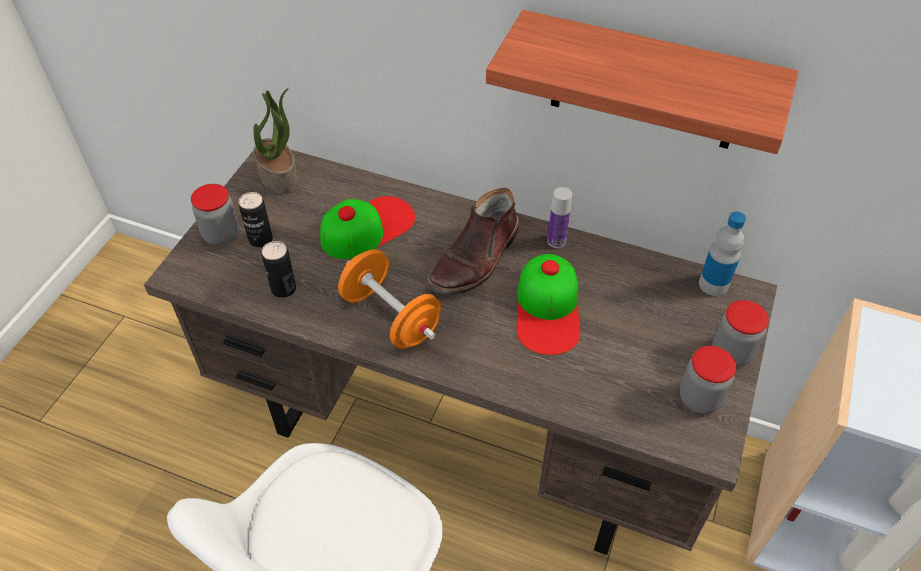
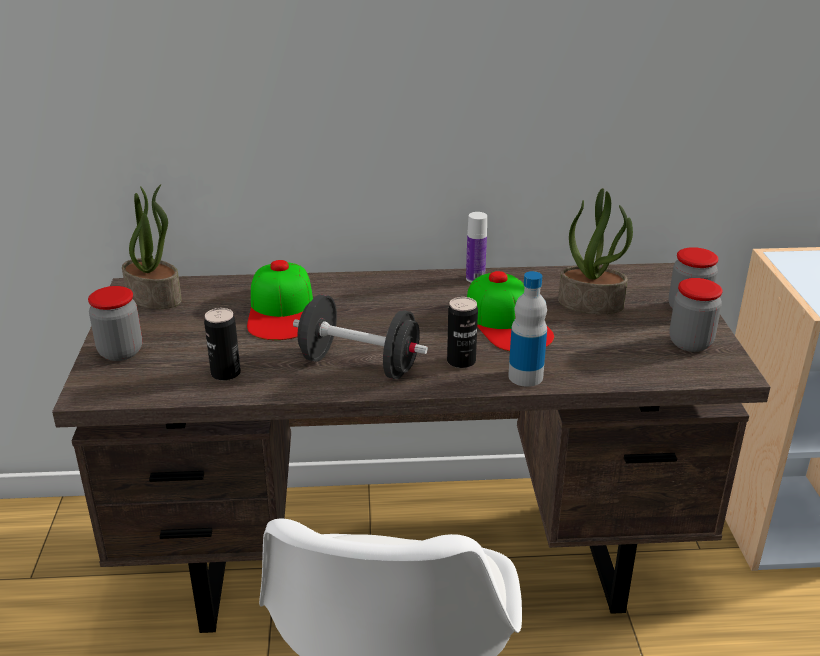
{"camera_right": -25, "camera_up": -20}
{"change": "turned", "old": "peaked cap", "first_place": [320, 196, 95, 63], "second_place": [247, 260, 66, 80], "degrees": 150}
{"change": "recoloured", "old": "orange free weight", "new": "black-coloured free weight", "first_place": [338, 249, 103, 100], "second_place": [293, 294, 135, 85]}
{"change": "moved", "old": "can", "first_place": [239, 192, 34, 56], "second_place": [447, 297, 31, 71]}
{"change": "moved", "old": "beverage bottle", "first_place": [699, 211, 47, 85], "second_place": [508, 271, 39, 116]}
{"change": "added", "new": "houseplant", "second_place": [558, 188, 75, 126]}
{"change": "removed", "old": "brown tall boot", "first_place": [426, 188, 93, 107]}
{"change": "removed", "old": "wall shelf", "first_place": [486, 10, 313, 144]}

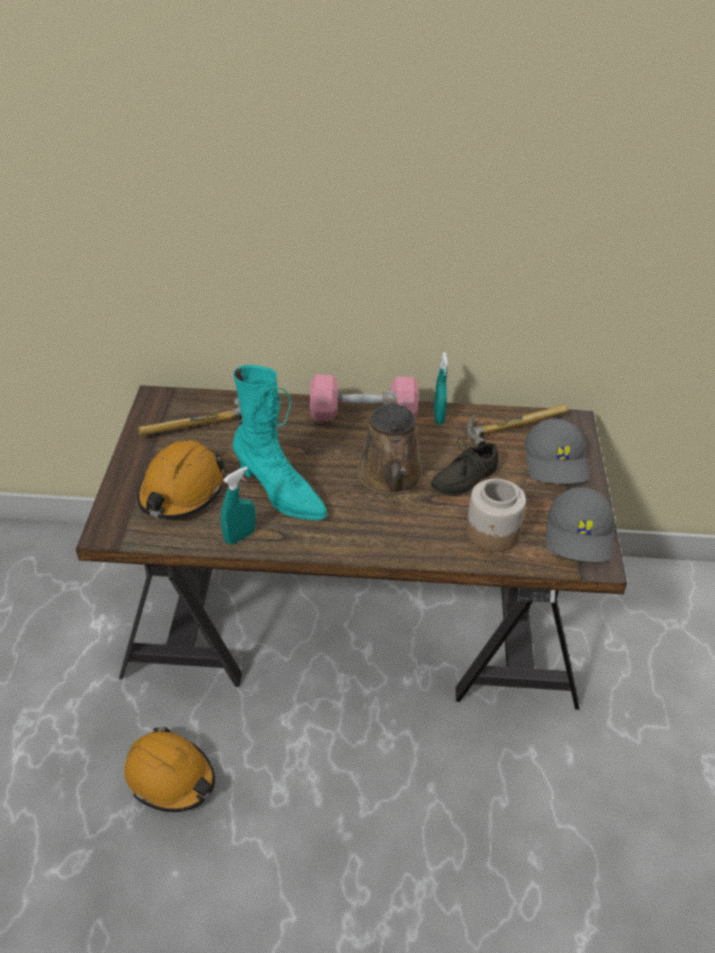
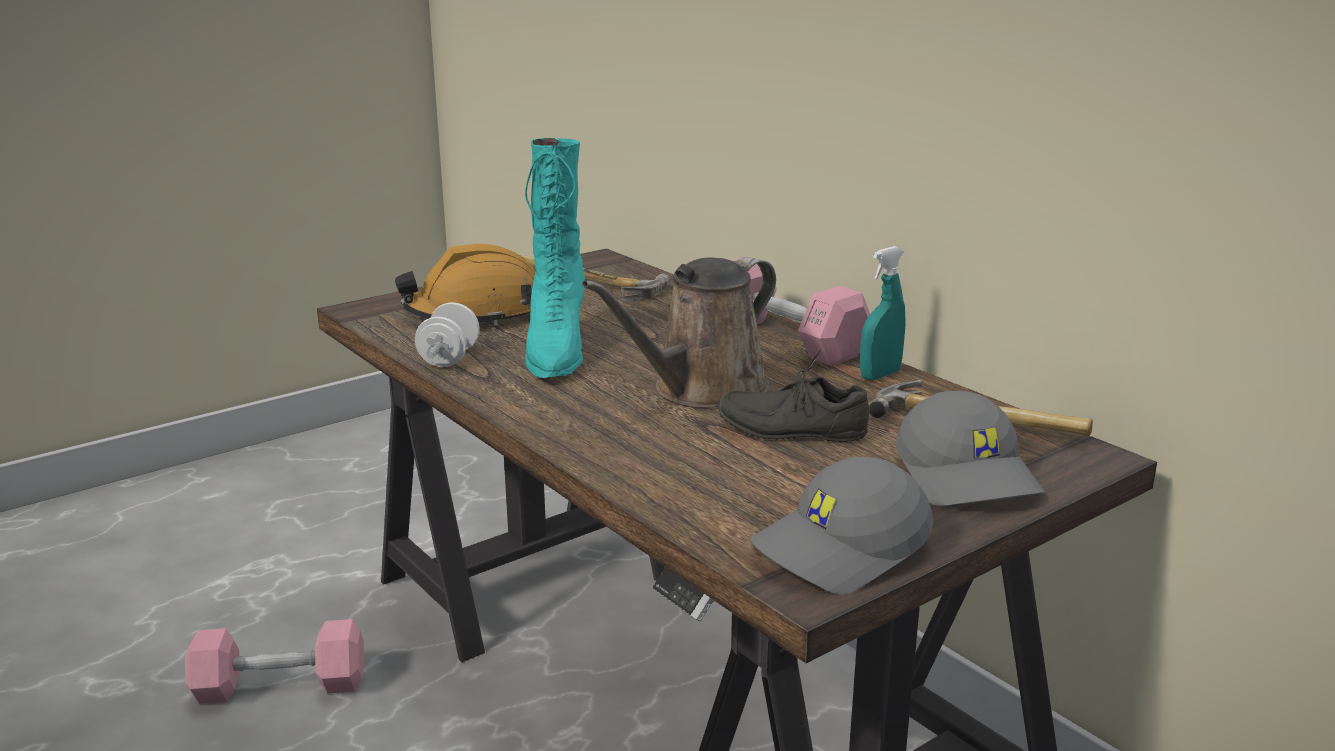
{"camera_right": 50, "camera_up": -20}
{"change": "replaced", "old": "orange work helmet", "new": "pink-coloured free weight", "first_place": [124, 727, 91, 85], "second_place": [185, 619, 179, 85]}
{"change": "replaced", "old": "turquoise-coloured hand sprayer", "new": "white-coloured free weight", "first_place": [221, 466, 35, 78], "second_place": [415, 302, 65, 65]}
{"change": "turned", "old": "greyish peaked cap", "first_place": [525, 418, 65, 66], "second_place": [896, 391, 149, 115], "degrees": -60}
{"change": "removed", "old": "storage jar", "first_place": [466, 479, 60, 73]}

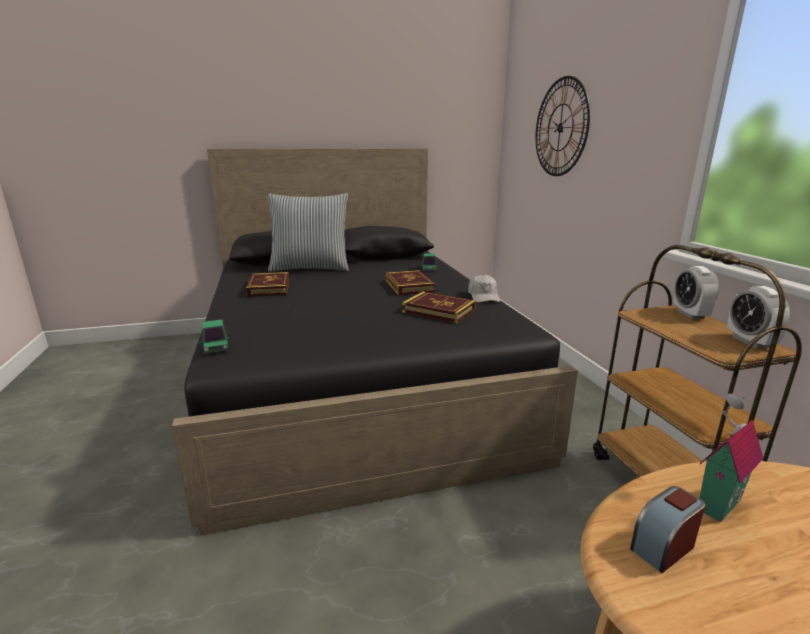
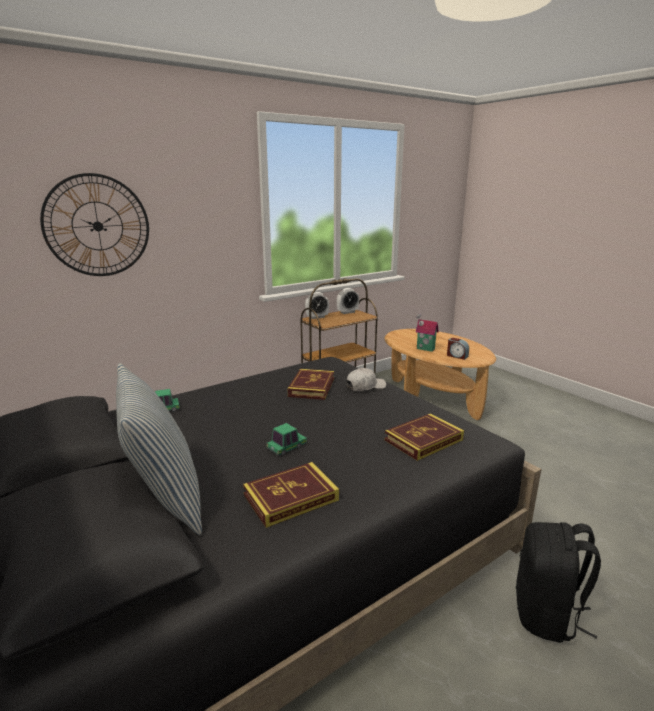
{"camera_right": -110, "camera_up": 0}
{"change": "moved", "old": "model car", "first_place": [201, 319, 28, 34], "second_place": [266, 423, 41, 33]}
{"change": "moved", "old": "white-coloured peaked cap", "first_place": [468, 274, 32, 29], "second_place": [346, 368, 40, 23]}
{"change": "moved", "old": "bound book", "first_place": [386, 270, 49, 25], "second_place": [385, 413, 79, 48]}
{"change": "added", "new": "black-coloured knapsack", "second_place": [516, 522, 85, 121]}

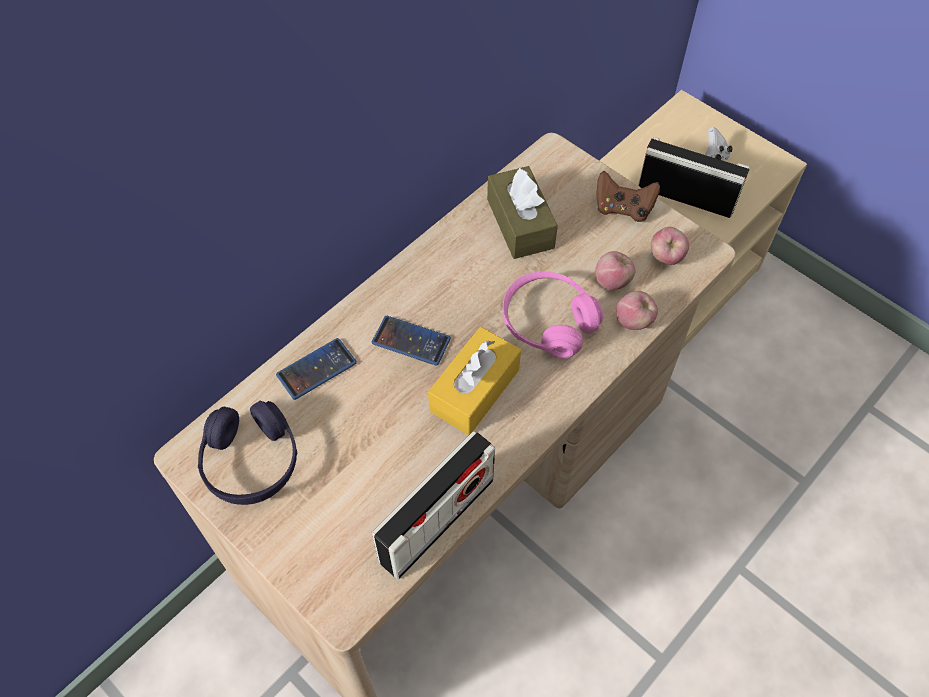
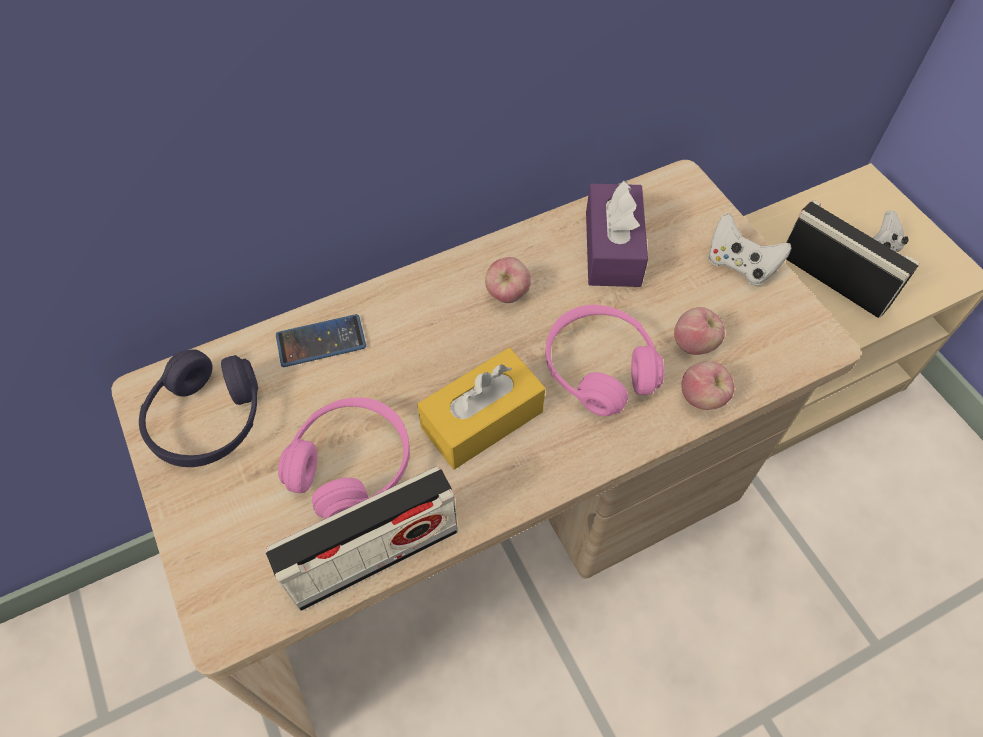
{"camera_right": 20, "camera_up": 0}
{"change": "added", "new": "pink-coloured headset", "second_place": [278, 397, 132, 122]}
{"change": "moved", "old": "apple", "first_place": [651, 227, 38, 38], "second_place": [485, 257, 46, 46]}
{"change": "recoloured", "old": "brown tissue box", "new": "purple tissue box", "first_place": [487, 166, 71, 93], "second_place": [586, 181, 62, 106]}
{"change": "recoloured", "old": "brown joypad", "new": "white-coloured joypad", "first_place": [596, 171, 64, 51], "second_place": [708, 213, 83, 72]}
{"change": "removed", "old": "telephone", "first_place": [372, 316, 79, 49]}

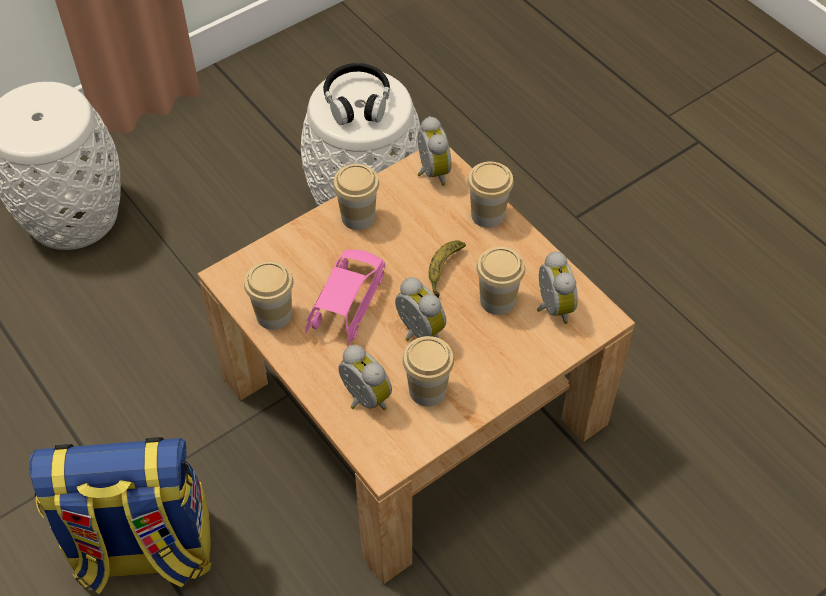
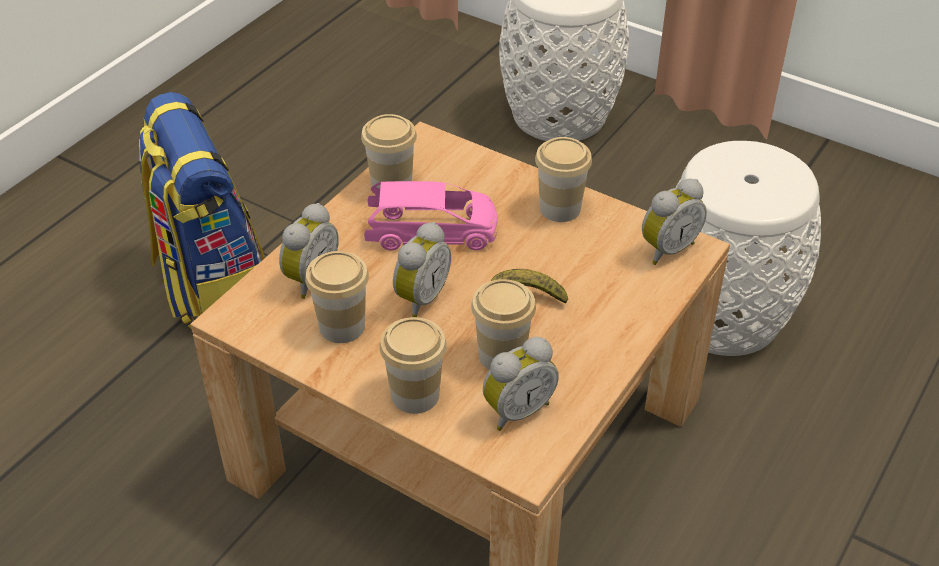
{"camera_right": 70, "camera_up": -10}
{"change": "moved", "old": "drinking cup", "first_place": [467, 162, 47, 66], "second_place": [379, 317, 68, 97]}
{"change": "removed", "old": "black-coloured headset", "first_place": [323, 63, 67, 62]}

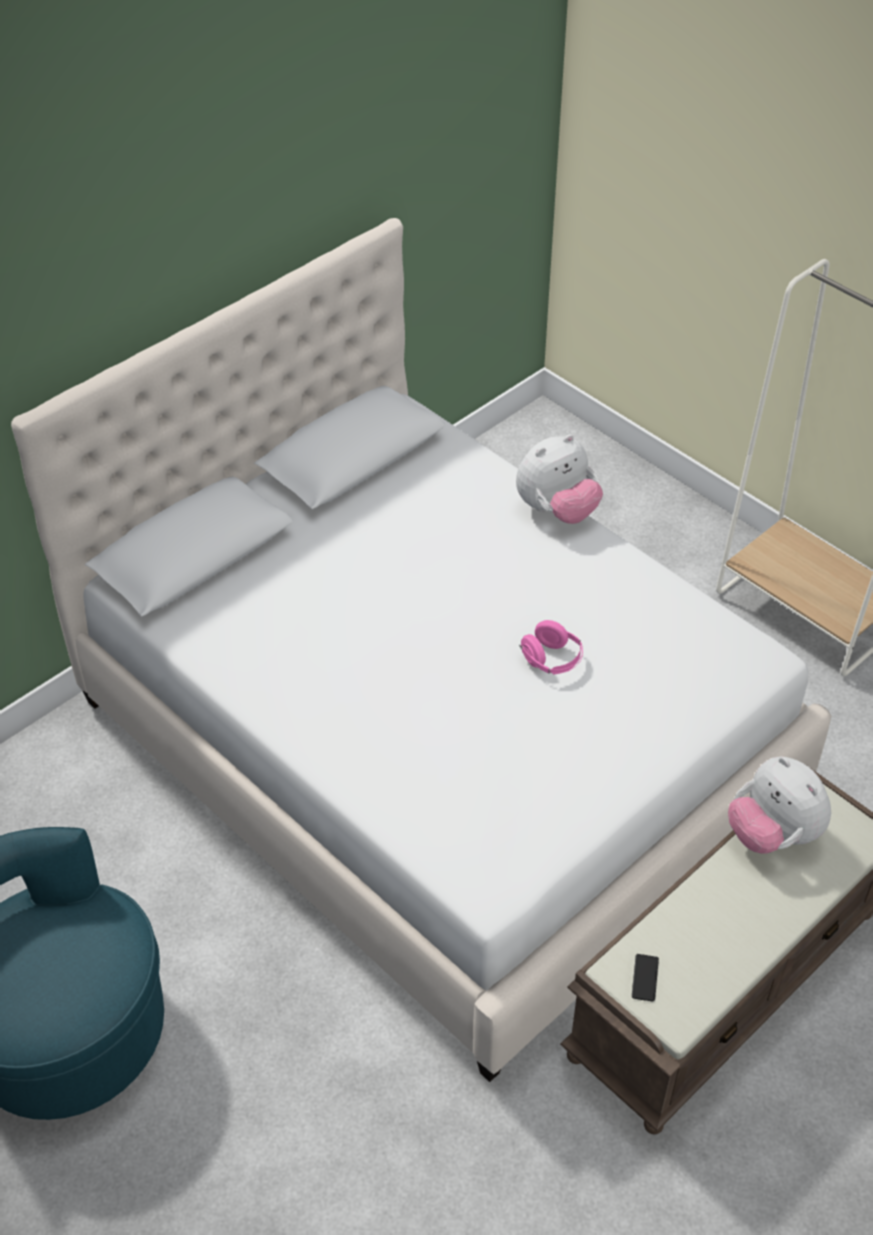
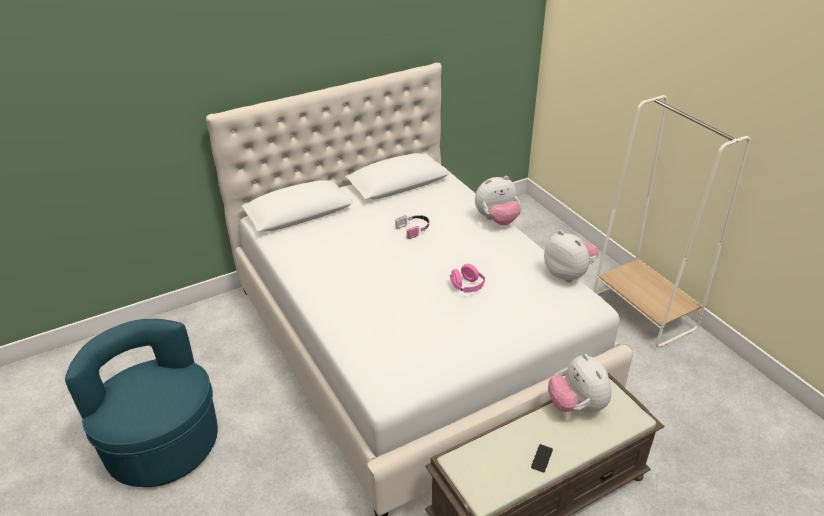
{"camera_right": 15, "camera_up": -10}
{"change": "added", "new": "headset", "second_place": [395, 215, 34, 24]}
{"change": "moved", "old": "telephone", "first_place": [632, 954, 27, 48], "second_place": [531, 444, 22, 28]}
{"change": "added", "new": "plush toy", "second_place": [544, 230, 54, 52]}

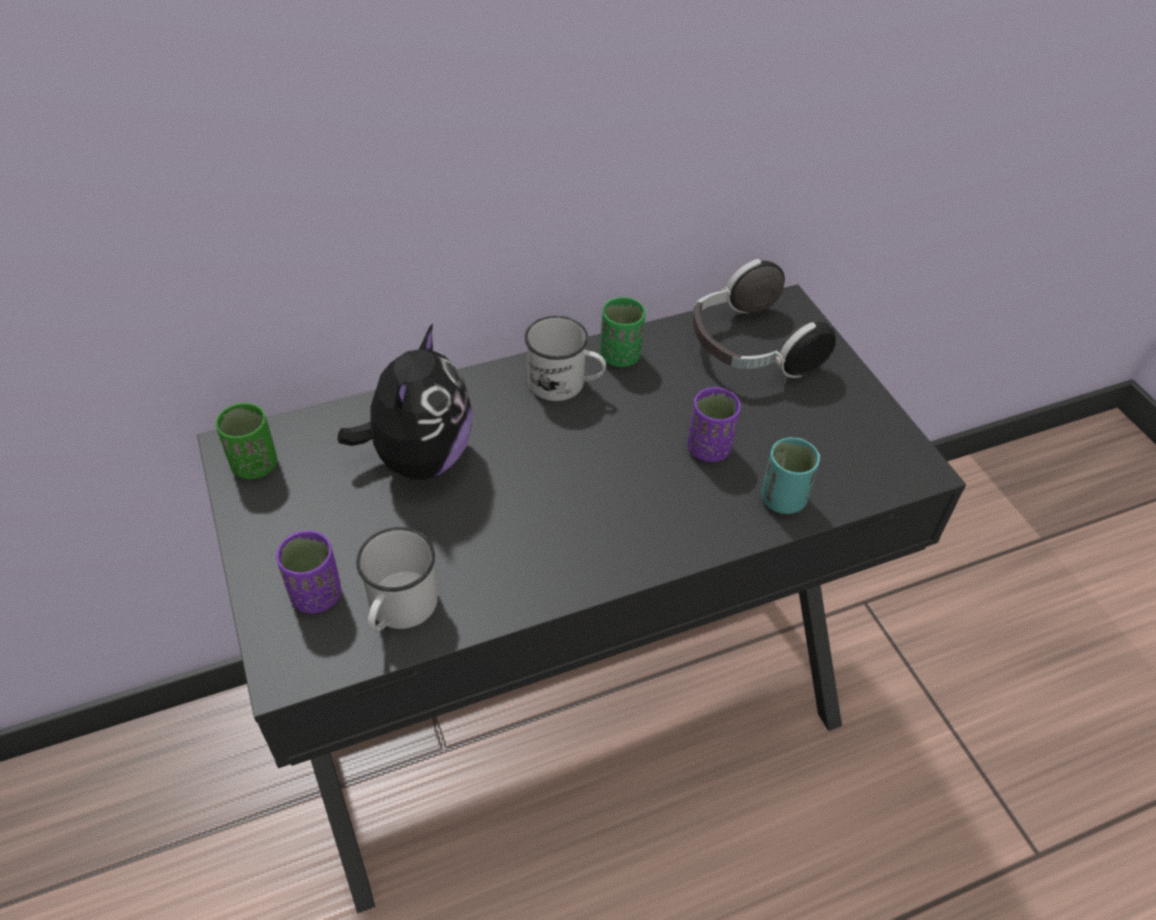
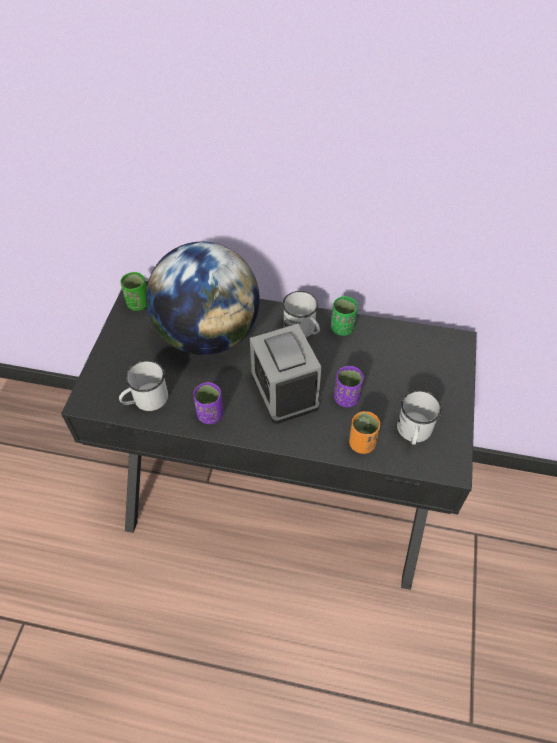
{"camera_right": 35, "camera_up": 5}
{"change": "replaced", "old": "plush toy", "new": "globe", "first_place": [337, 323, 136, 157], "second_place": [146, 242, 114, 113]}
{"change": "moved", "old": "purple drinking cup", "first_place": [276, 531, 65, 82], "second_place": [193, 382, 30, 42]}
{"change": "added", "new": "bedside clock", "second_place": [250, 324, 72, 100]}
{"change": "recoloured", "old": "turquoise-coloured drinking cup", "new": "orange drinking cup", "first_place": [761, 437, 59, 77], "second_place": [349, 411, 31, 43]}
{"change": "added", "new": "white-coloured coffee mug", "second_place": [397, 390, 45, 55]}
{"change": "removed", "old": "headset", "first_place": [693, 259, 143, 119]}

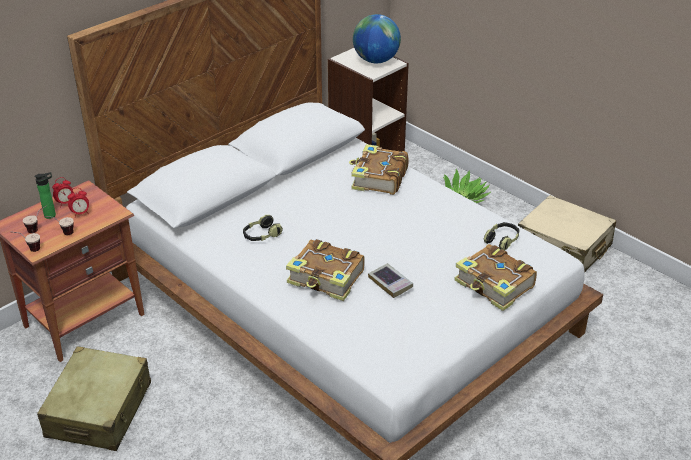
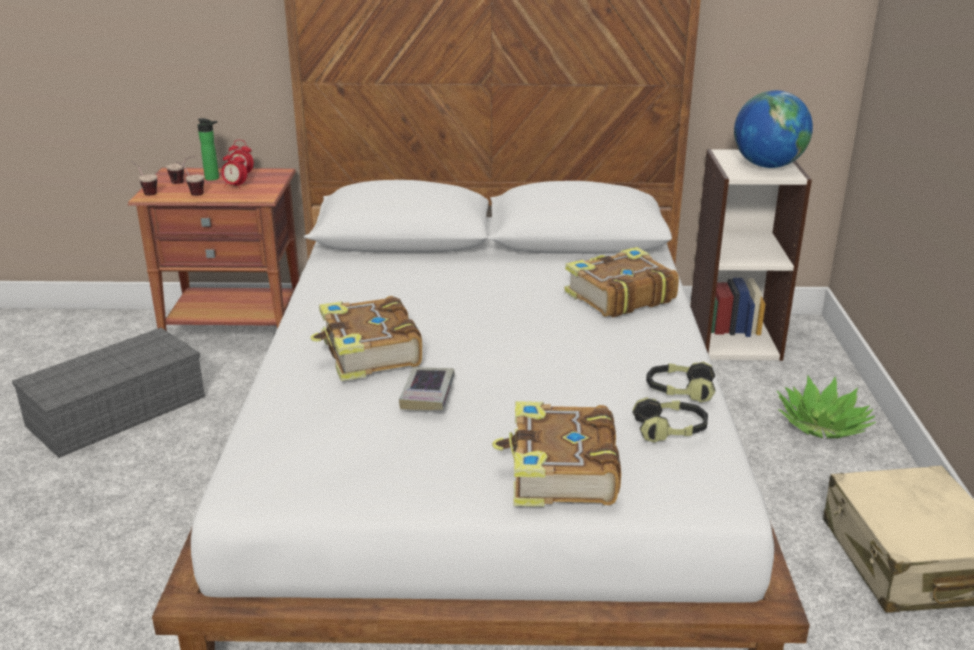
{"camera_right": 45, "camera_up": -10}
{"change": "replaced", "old": "sand-coloured suitcase", "new": "greyish storage container", "first_place": [37, 346, 114, 105], "second_place": [12, 328, 193, 130]}
{"change": "moved", "old": "headset", "first_place": [243, 215, 40, 26], "second_place": [646, 361, 70, 42]}

